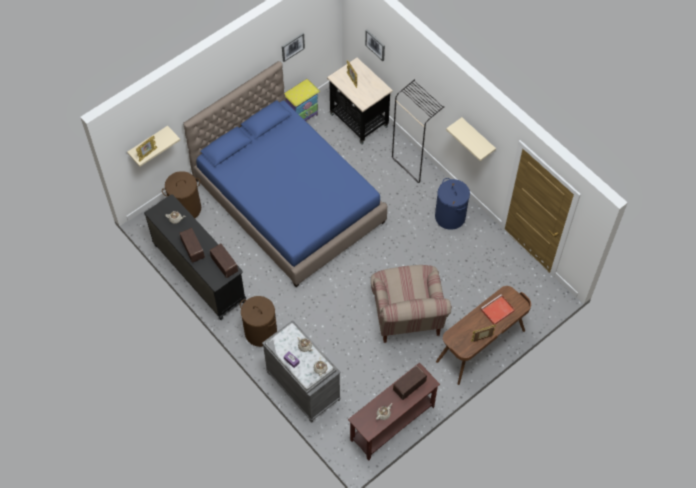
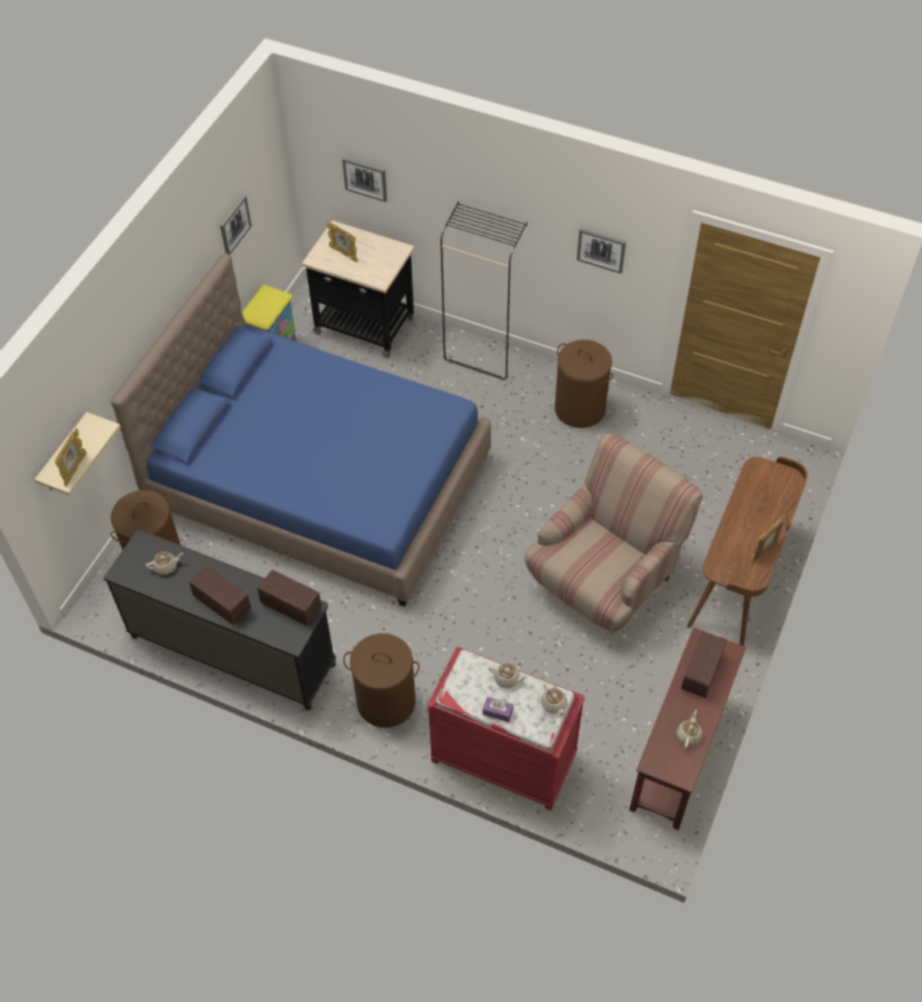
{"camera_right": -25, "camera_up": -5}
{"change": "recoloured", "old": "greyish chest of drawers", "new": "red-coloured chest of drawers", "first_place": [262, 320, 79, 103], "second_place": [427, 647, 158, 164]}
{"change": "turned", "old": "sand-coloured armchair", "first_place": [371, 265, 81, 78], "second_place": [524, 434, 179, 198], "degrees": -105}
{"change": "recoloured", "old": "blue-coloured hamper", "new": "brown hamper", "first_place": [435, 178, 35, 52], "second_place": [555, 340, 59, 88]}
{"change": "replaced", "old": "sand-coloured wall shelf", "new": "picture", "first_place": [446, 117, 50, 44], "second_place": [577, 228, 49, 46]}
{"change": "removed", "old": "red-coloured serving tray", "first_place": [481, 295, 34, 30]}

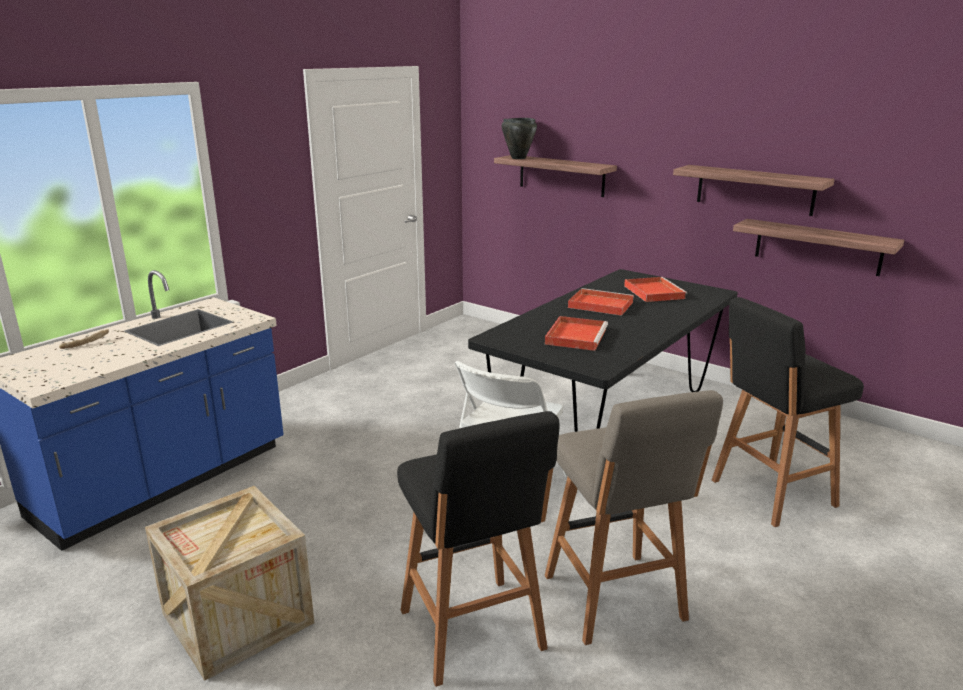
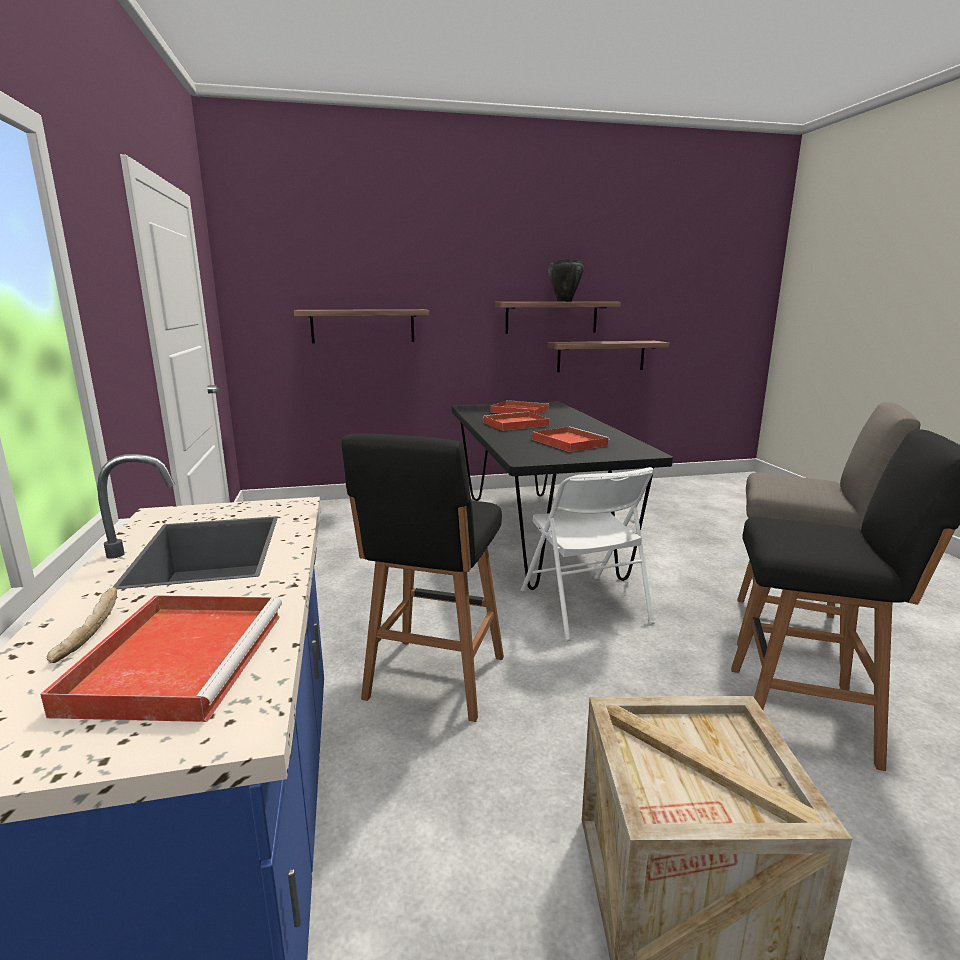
{"camera_right": -50, "camera_up": -5}
{"change": "added", "new": "red-coloured serving tray", "second_place": [40, 595, 242, 127]}
{"change": "moved", "old": "black-coloured sitting stool", "first_place": [712, 297, 152, 230], "second_place": [342, 434, 162, 288]}
{"change": "moved", "old": "black-coloured saucepot", "first_place": [502, 118, 35, 41], "second_place": [548, 259, 36, 43]}

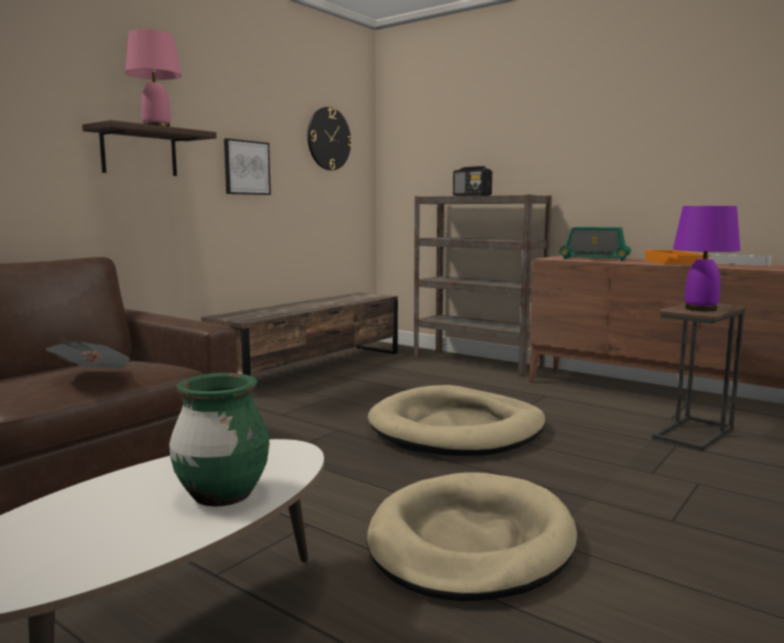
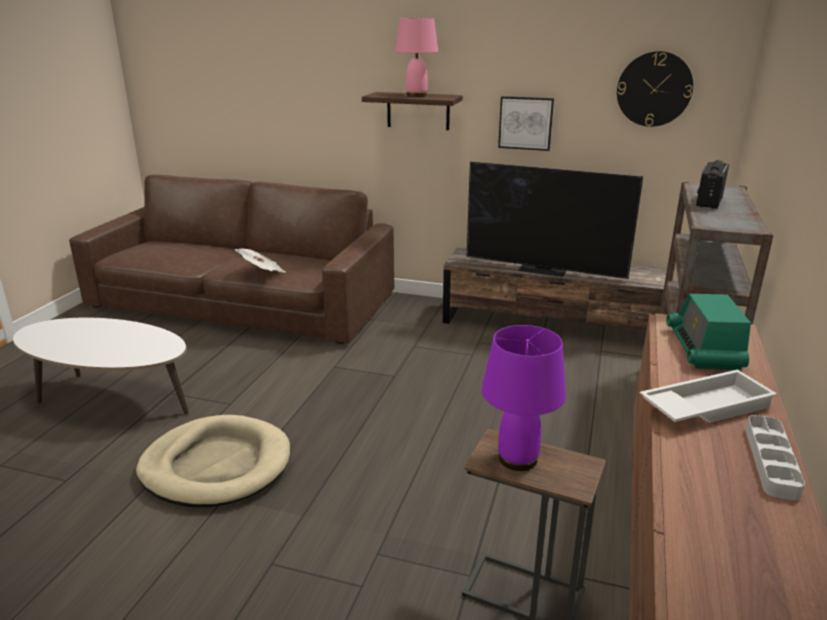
{"camera_right": 70, "camera_up": 15}
{"change": "added", "new": "television", "second_place": [467, 161, 176, 118]}
{"change": "recoloured", "old": "orange serving tray", "new": "white-coloured serving tray", "first_place": [644, 250, 67, 14], "second_place": [640, 370, 137, 53]}
{"change": "removed", "old": "green-coloured vase", "first_place": [169, 373, 100, 133]}
{"change": "removed", "old": "sand-coloured dog cushion", "first_place": [368, 385, 177, 71]}

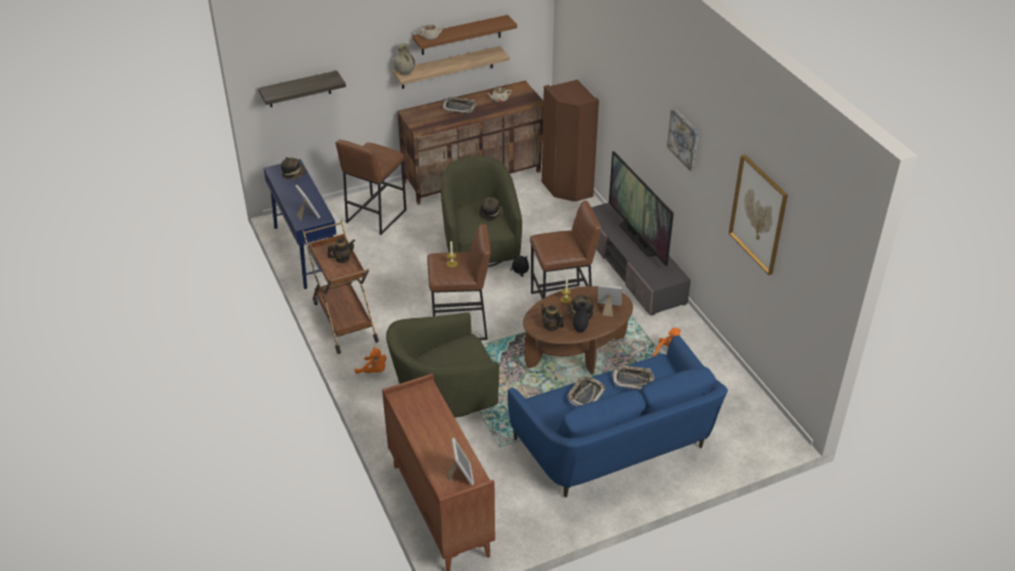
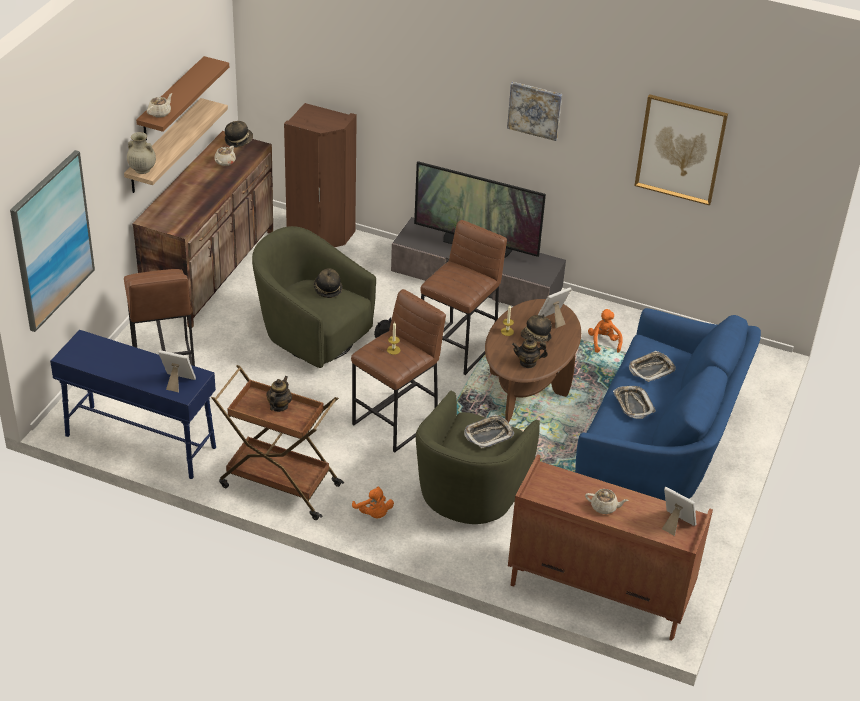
{"camera_right": -45, "camera_up": 0}
{"change": "replaced", "old": "wall shelf", "new": "picture", "first_place": [258, 71, 88, 36], "second_place": [10, 150, 85, 182]}
{"change": "moved", "old": "wearable hat", "first_place": [281, 157, 25, 22], "second_place": [225, 121, 28, 27]}
{"change": "turned", "old": "orange plush toy", "first_place": [354, 348, 33, 26], "second_place": [352, 486, 42, 32], "degrees": 75}
{"change": "moved", "old": "serving tray", "first_place": [443, 97, 33, 16], "second_place": [464, 414, 50, 34]}
{"change": "added", "new": "sand-coloured tea pot", "second_place": [585, 489, 44, 25]}
{"change": "removed", "old": "black-coloured vase", "first_place": [573, 302, 16, 30]}

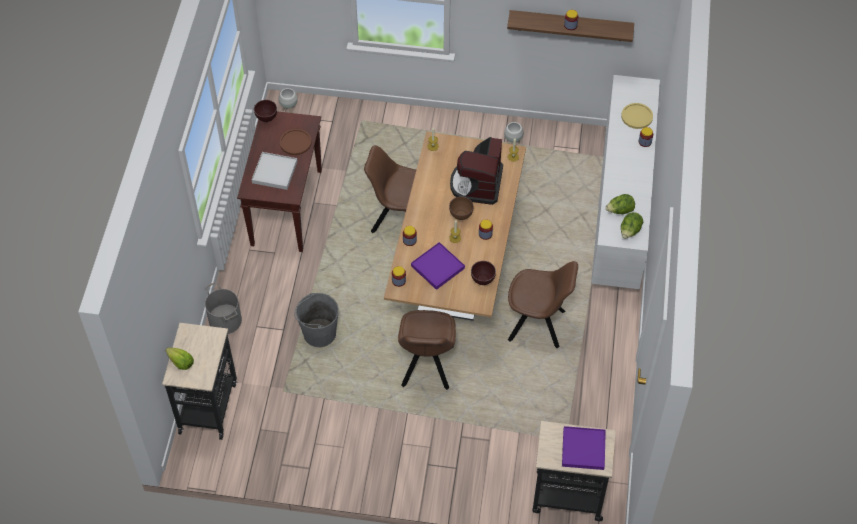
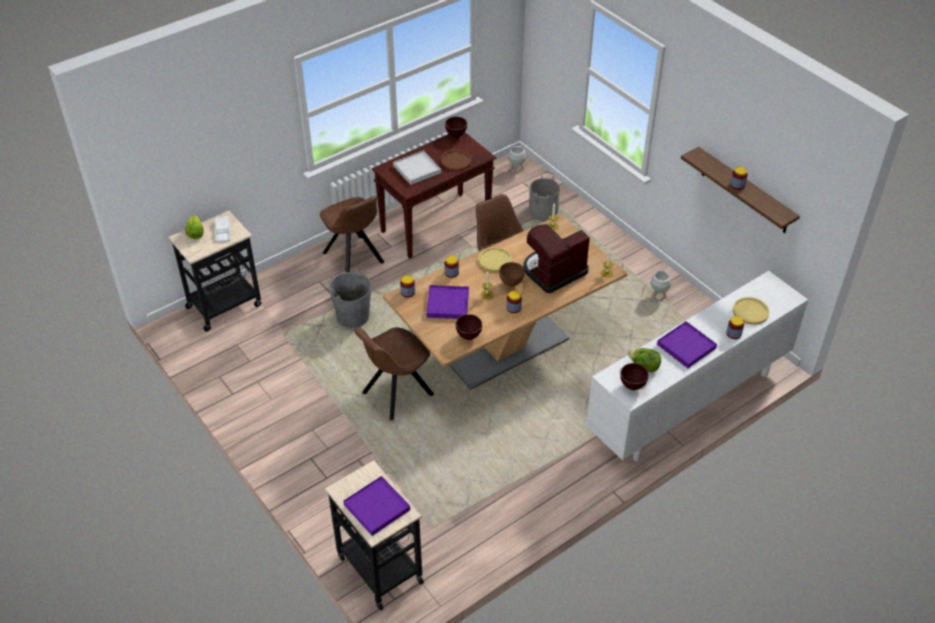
{"camera_right": 45, "camera_up": -10}
{"change": "added", "new": "white-coloured serving tray", "second_place": [215, 216, 16, 26]}
{"change": "moved", "old": "brown upright chair", "first_place": [508, 261, 70, 87], "second_place": [320, 196, 64, 77]}
{"change": "added", "new": "yellowish dinner plate", "second_place": [478, 247, 34, 25]}
{"change": "moved", "old": "greyish water bucket", "first_place": [205, 282, 37, 52], "second_place": [529, 172, 31, 47]}
{"change": "replaced", "old": "lettuce head", "new": "brown deep dish", "first_place": [621, 212, 22, 27], "second_place": [620, 363, 29, 27]}
{"change": "added", "new": "purple serving tray", "second_place": [657, 321, 60, 47]}

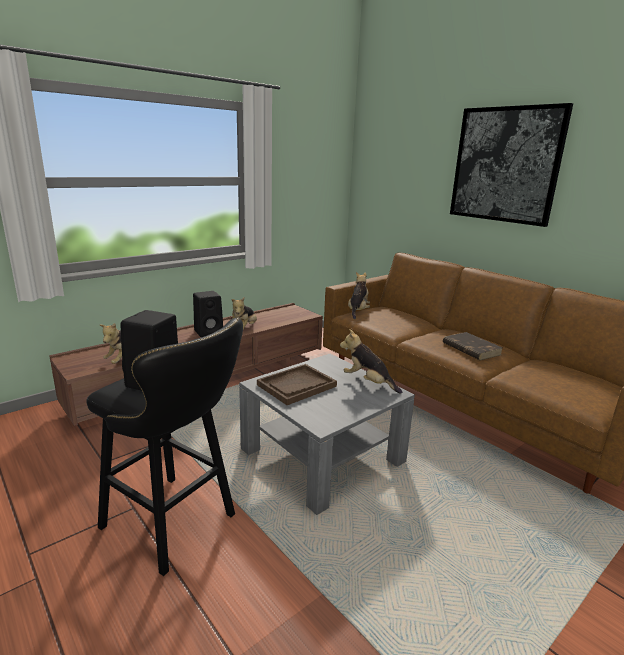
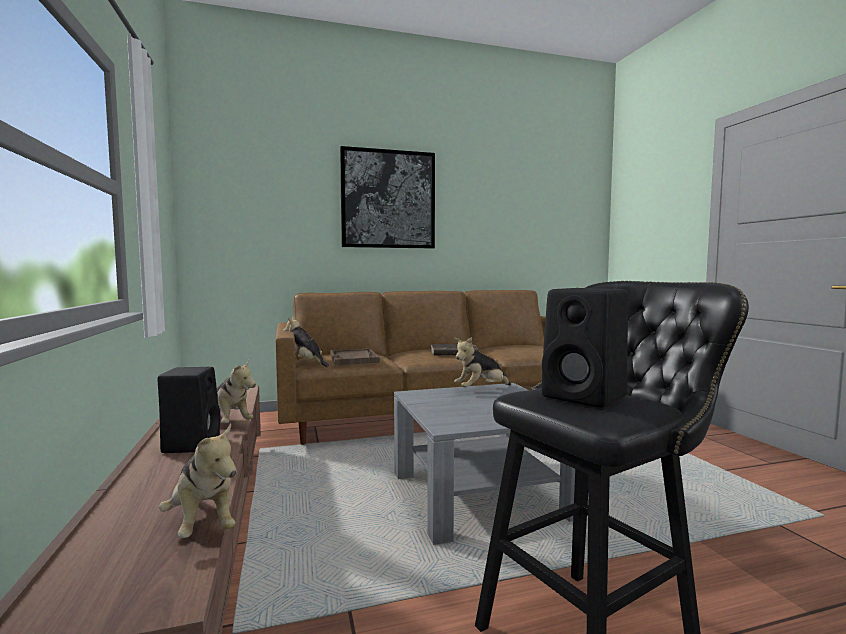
{"camera_right": -65, "camera_up": -15}
{"change": "moved", "old": "brown serving tray", "first_place": [257, 364, 80, 41], "second_place": [330, 348, 50, 17]}

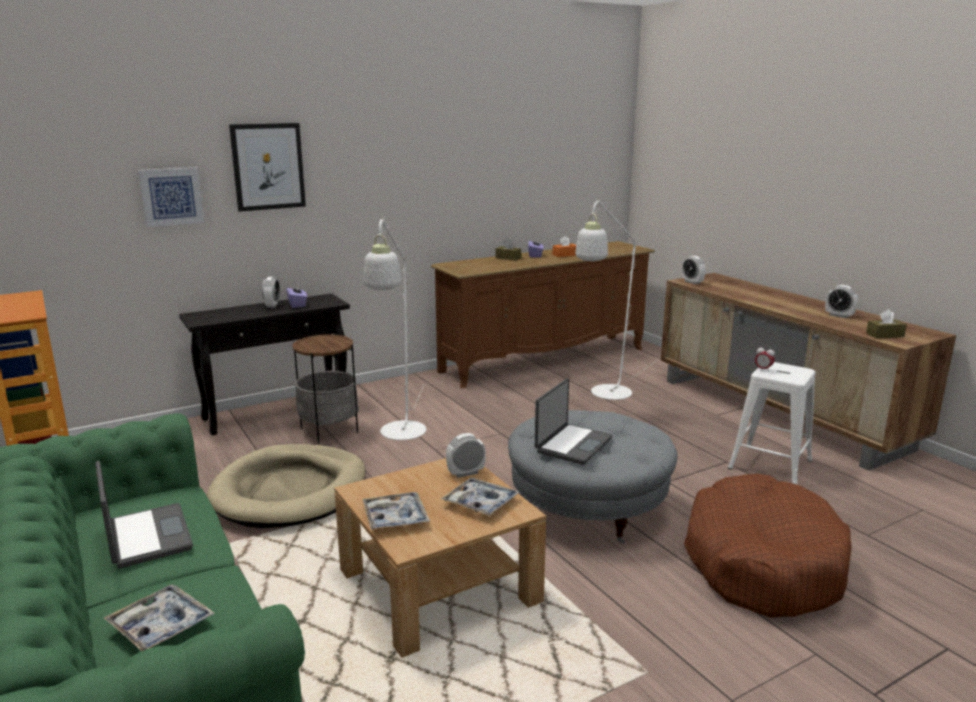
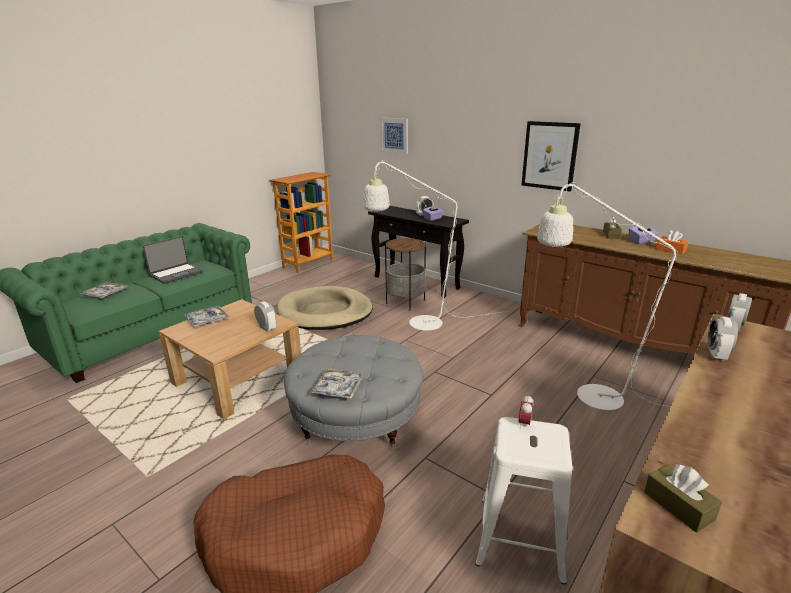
{"camera_right": 70, "camera_up": 5}
{"change": "moved", "old": "serving tray", "first_place": [440, 478, 80, 38], "second_place": [310, 368, 54, 31]}
{"change": "moved", "old": "picture", "first_place": [229, 123, 77, 89], "second_place": [521, 121, 60, 70]}
{"change": "moved", "old": "bedside clock", "first_place": [825, 285, 33, 33], "second_place": [707, 317, 31, 44]}
{"change": "removed", "old": "laptop", "first_place": [535, 378, 78, 87]}

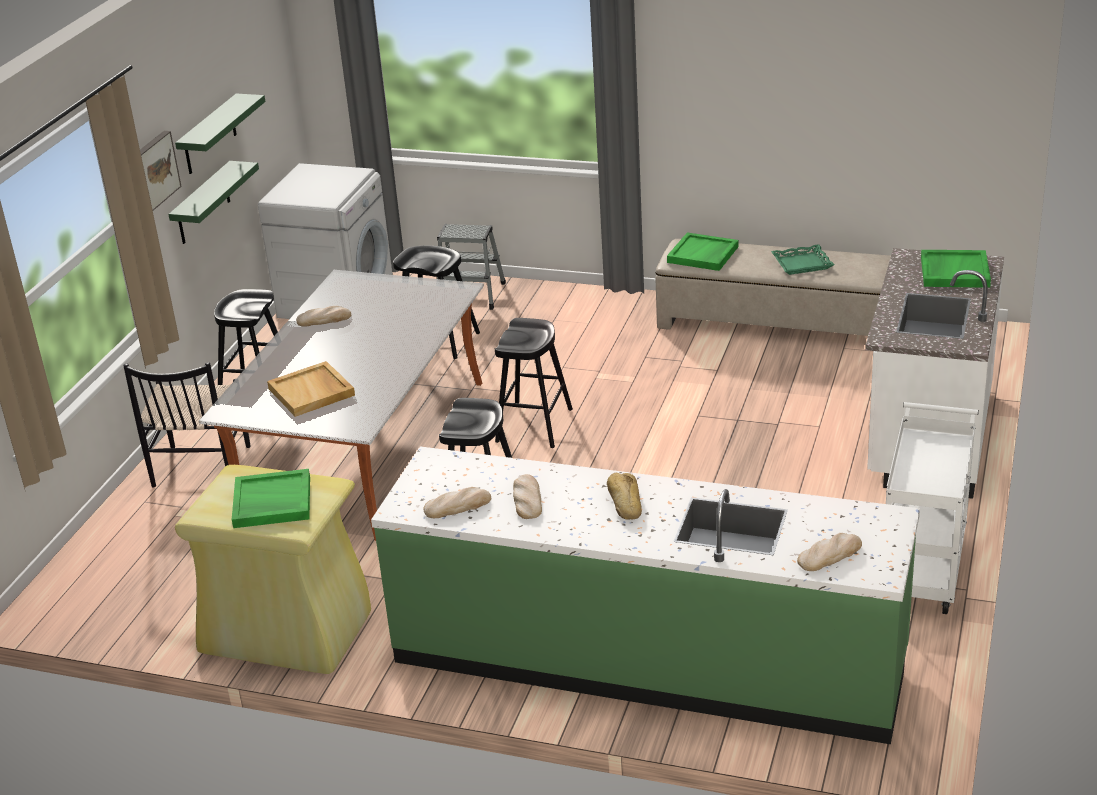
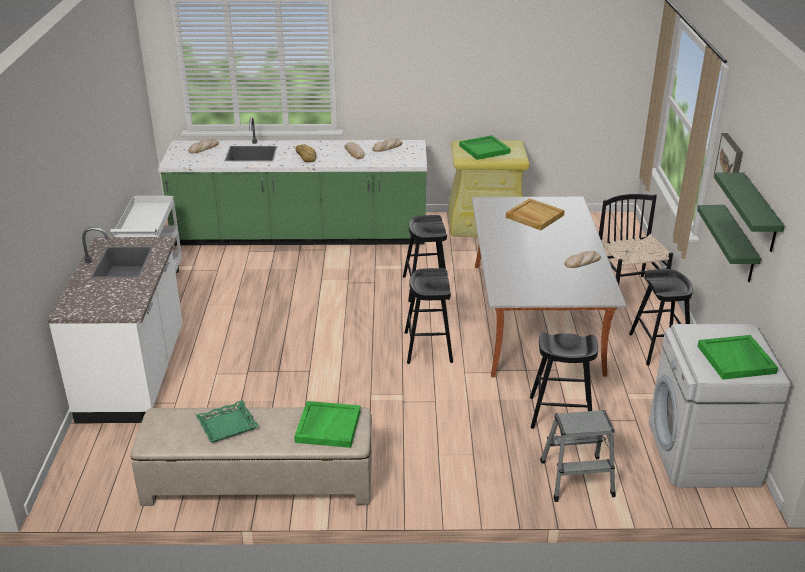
{"camera_right": 160, "camera_up": 0}
{"change": "moved", "old": "green-coloured serving tray", "first_place": [921, 250, 70, 38], "second_place": [698, 335, 80, 45]}

